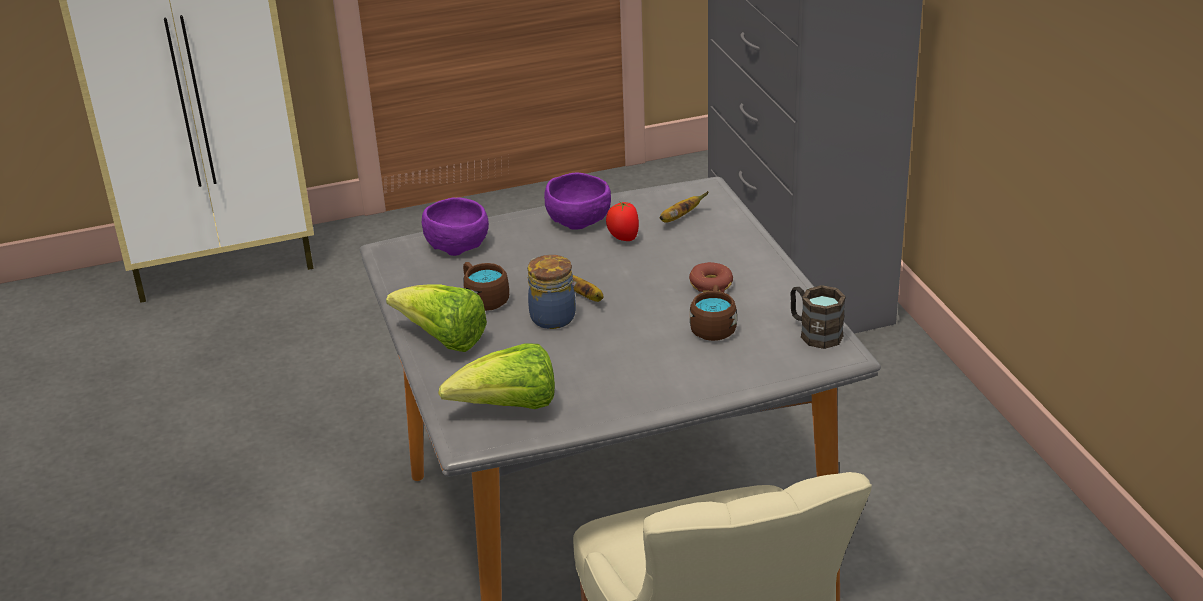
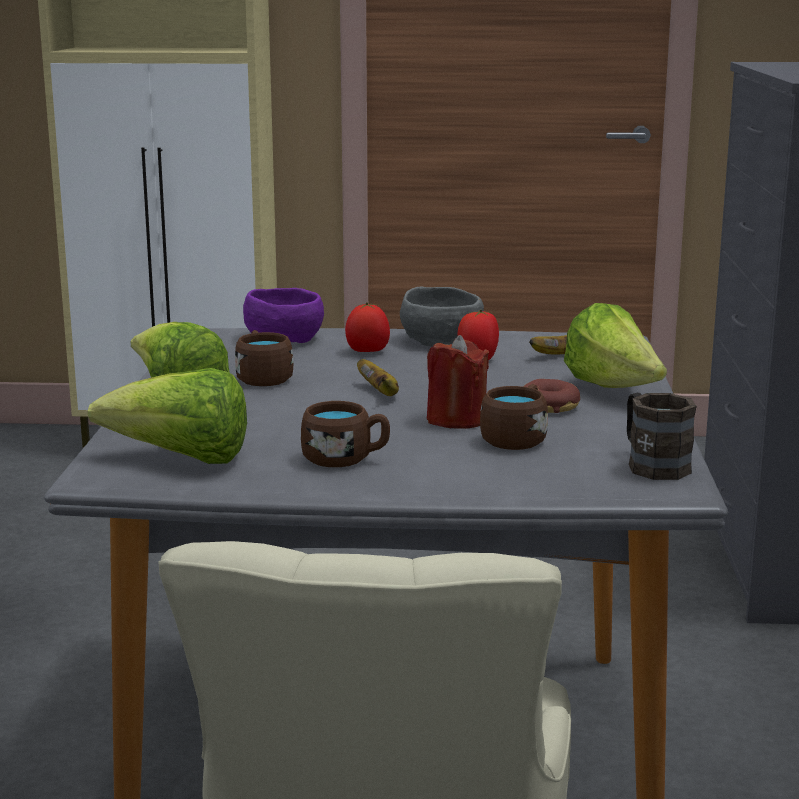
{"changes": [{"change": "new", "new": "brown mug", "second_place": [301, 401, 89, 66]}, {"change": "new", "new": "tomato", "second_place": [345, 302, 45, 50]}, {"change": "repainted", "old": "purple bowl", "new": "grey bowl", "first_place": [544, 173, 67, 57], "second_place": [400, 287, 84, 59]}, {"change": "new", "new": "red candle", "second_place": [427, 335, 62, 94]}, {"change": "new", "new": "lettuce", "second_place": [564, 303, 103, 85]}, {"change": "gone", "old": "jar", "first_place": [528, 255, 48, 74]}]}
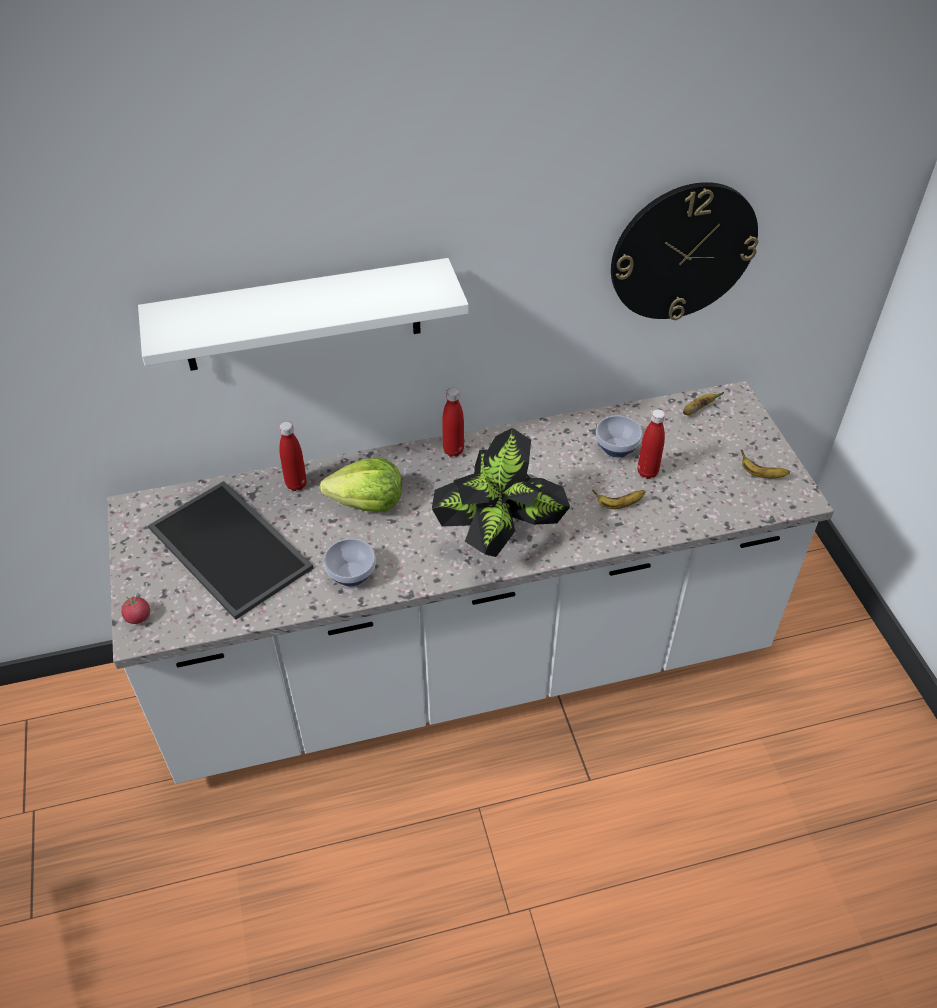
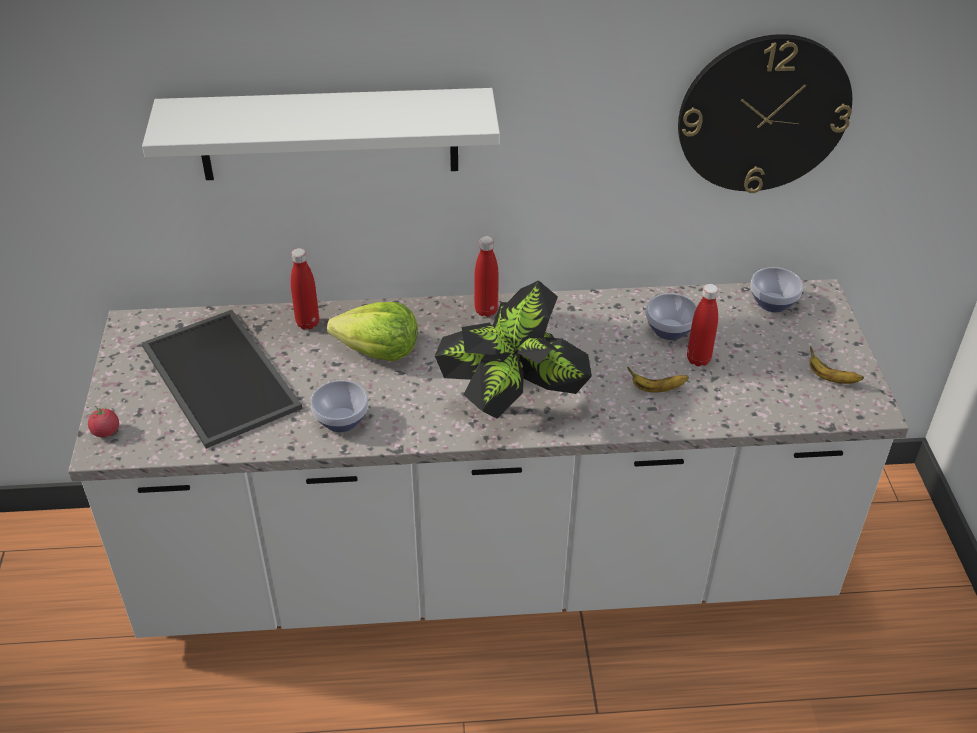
{"changes": [{"change": "swapped", "old": "banana", "new": "bowl", "first_place": [683, 392, 41, 23], "second_place": [751, 267, 52, 45]}]}
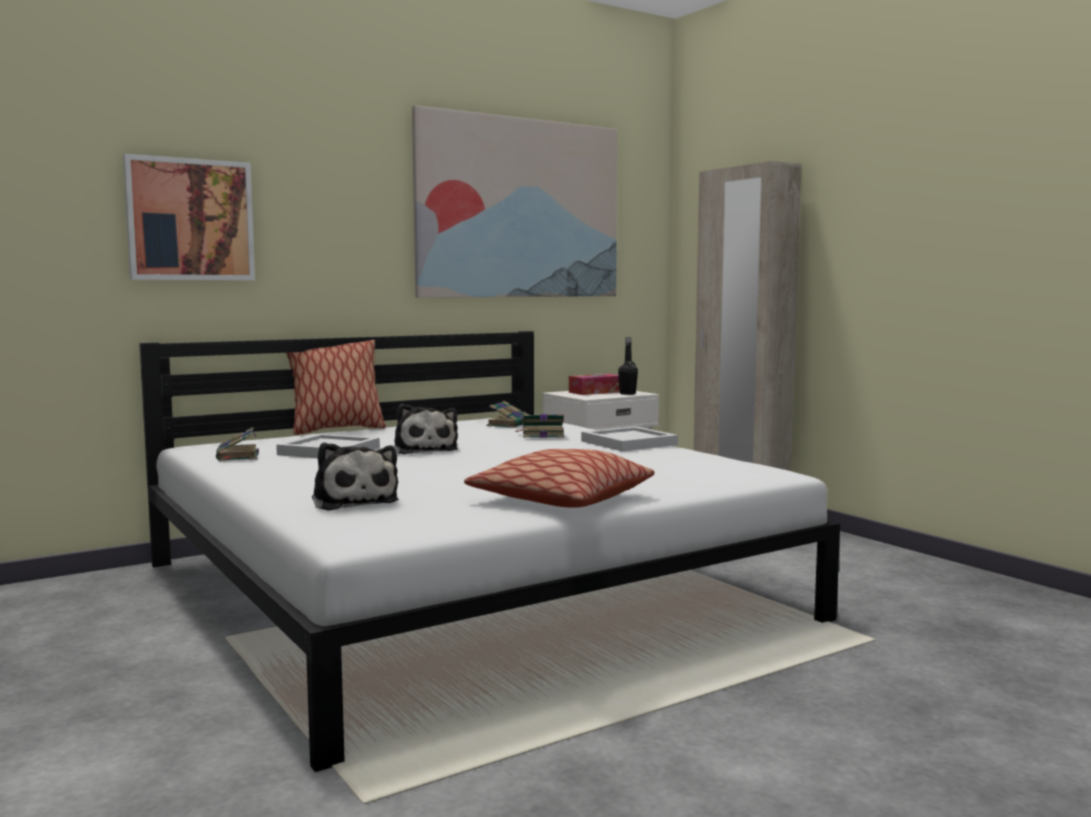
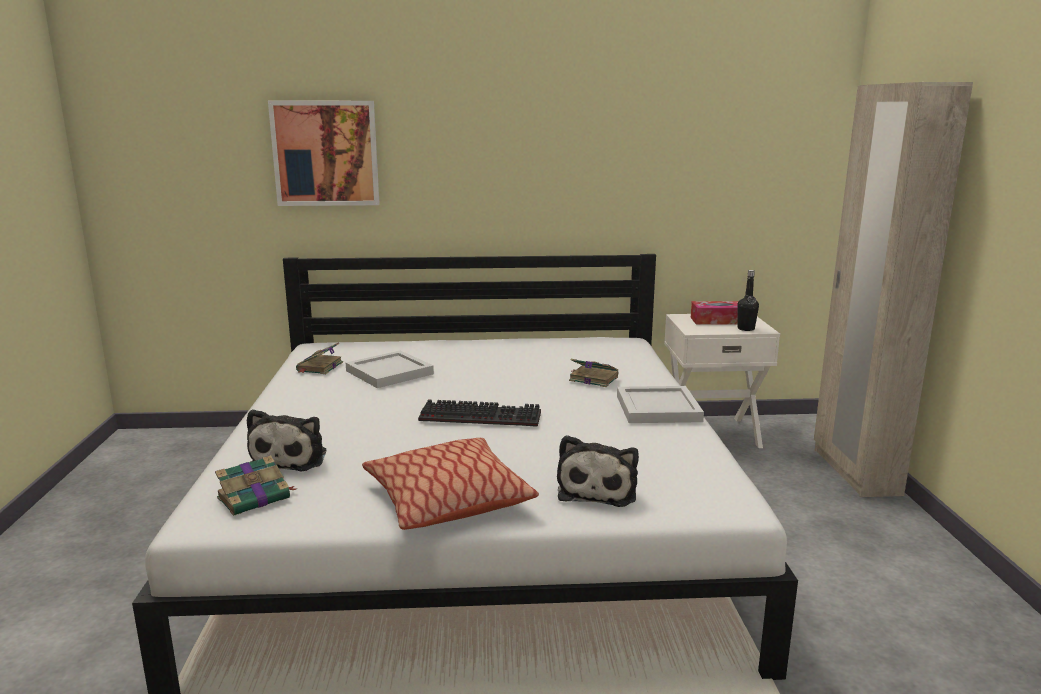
{"changes": [{"change": "shifted", "old": "book", "first_place": [486, 401, 41, 27], "second_place": [215, 455, 81, 61]}, {"change": "new", "new": "keyboard", "second_place": [418, 399, 123, 28]}, {"change": "shifted", "old": "plush toy", "first_place": [394, 404, 64, 50], "second_place": [557, 435, 82, 72]}, {"change": "gone", "old": "pillow", "first_place": [286, 340, 100, 95]}, {"change": "gone", "old": "picture", "first_place": [412, 105, 206, 192]}]}
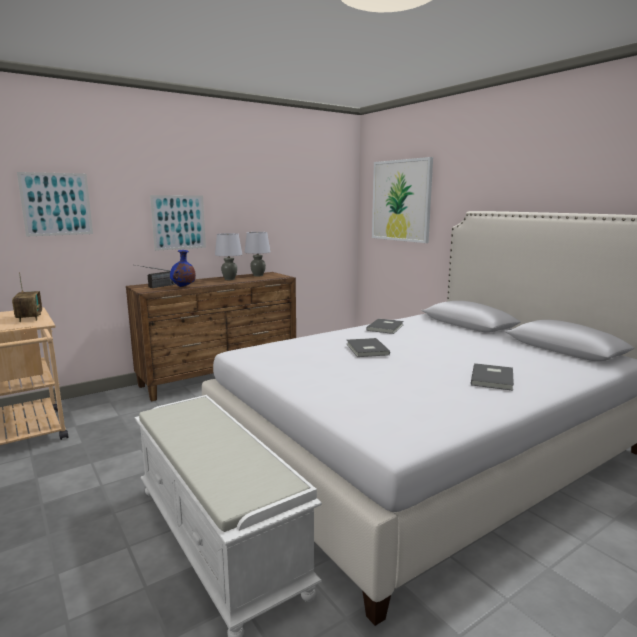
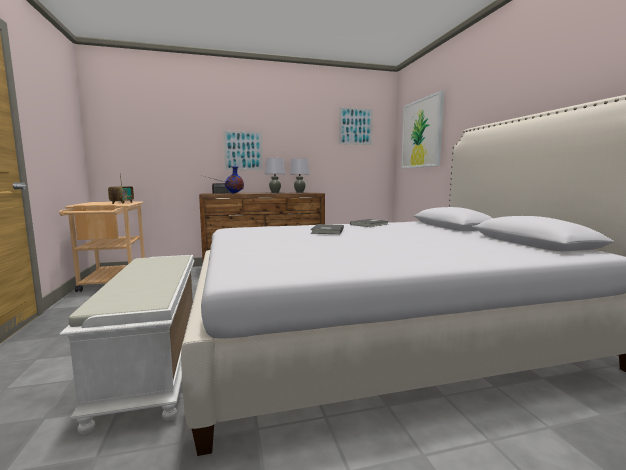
{"changes": [{"change": "shifted", "old": "picture", "first_place": [17, 172, 76, 65], "second_place": [339, 107, 34, 38]}, {"change": "gone", "old": "grey book", "first_place": [471, 363, 43, 28]}]}
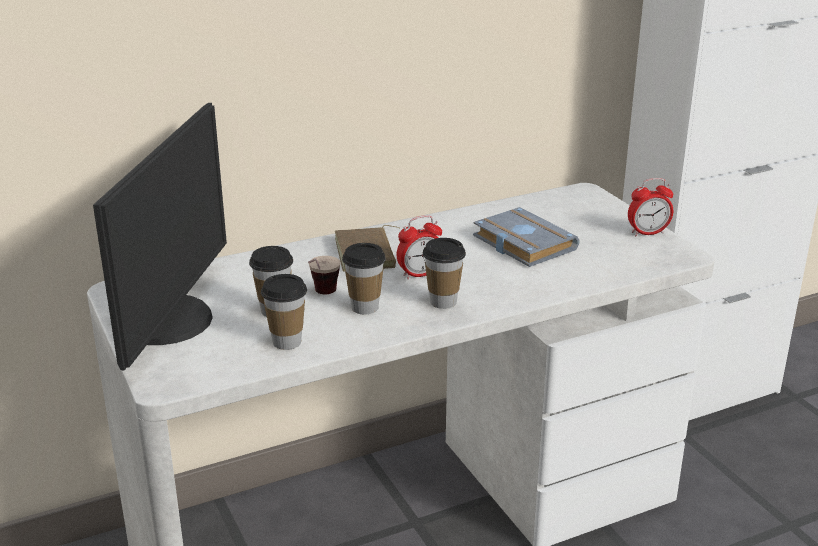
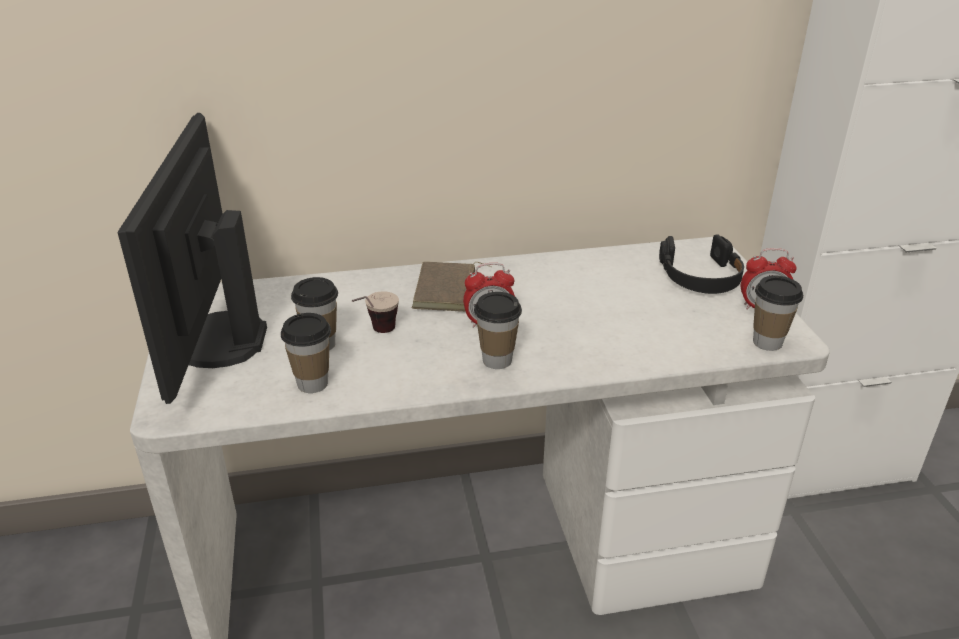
{"changes": [{"change": "rotated", "old": "monitor", "first_place": [93, 103, 134, 267], "second_place": [118, 113, 149, 291], "degrees": 150}, {"change": "new", "new": "black headphones", "second_place": [659, 234, 85, 60]}, {"change": "shifted", "old": "cup", "first_place": [342, 243, 44, 71], "second_place": [753, 276, 50, 75]}, {"change": "gone", "old": "grey book", "first_place": [473, 207, 107, 60]}]}
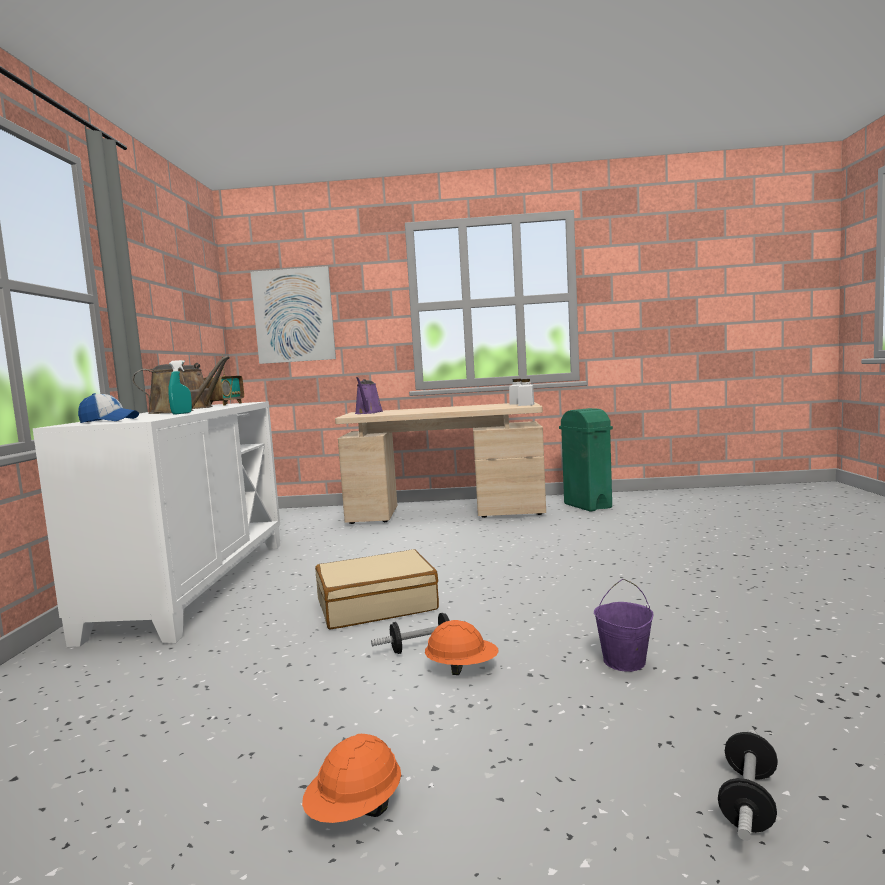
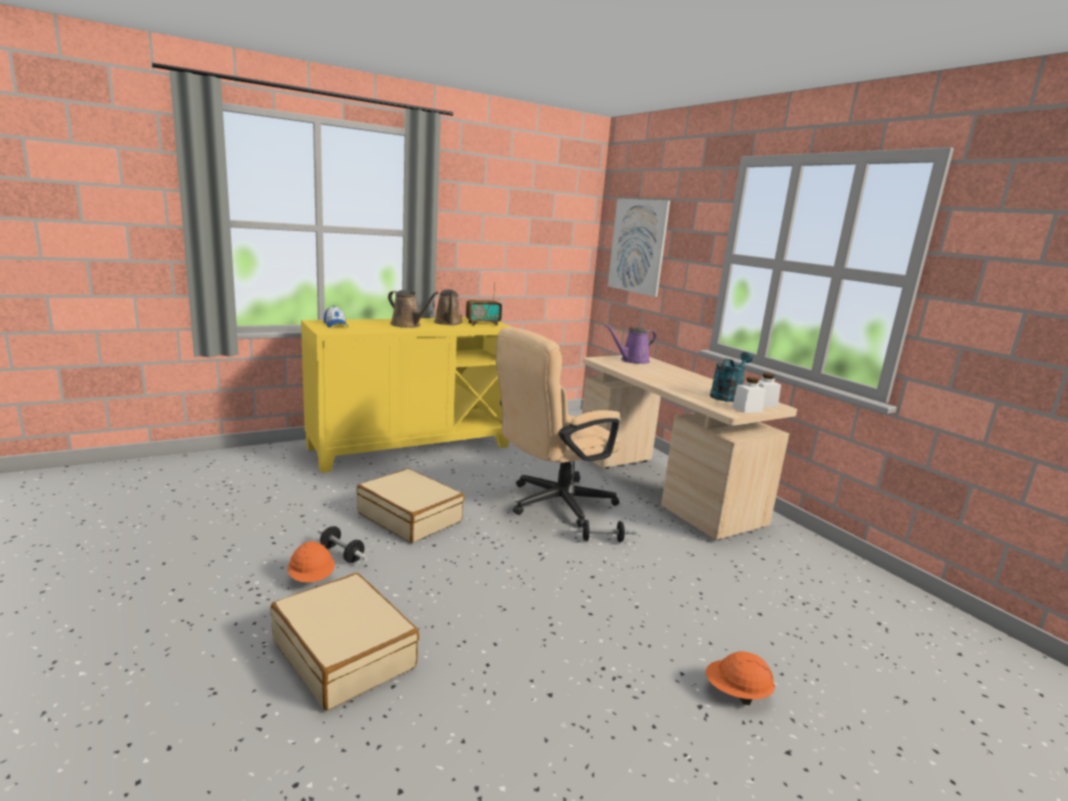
{"changes": [{"change": "swapped", "old": "purple bucket", "new": "beige suitcase", "first_place": [594, 579, 59, 93], "second_place": [270, 573, 149, 137]}, {"change": "repainted", "old": "white cabinet", "new": "yellow cabinet", "first_place": [33, 401, 247, 246], "second_place": [301, 318, 213, 155]}, {"change": "new", "new": "beige office chair", "second_place": [496, 327, 124, 200]}, {"change": "shifted", "old": "dumbbell", "first_place": [718, 730, 60, 111], "second_place": [569, 520, 68, 22]}, {"change": "shifted", "old": "orange hard hat", "first_place": [302, 734, 99, 89], "second_place": [706, 651, 69, 54]}, {"change": "new", "new": "turquoise watering can", "second_place": [710, 352, 43, 50]}, {"change": "gone", "old": "turquoise spray bottle", "first_place": [168, 360, 24, 54]}, {"change": "gone", "old": "green trash can", "first_place": [559, 408, 54, 104]}]}
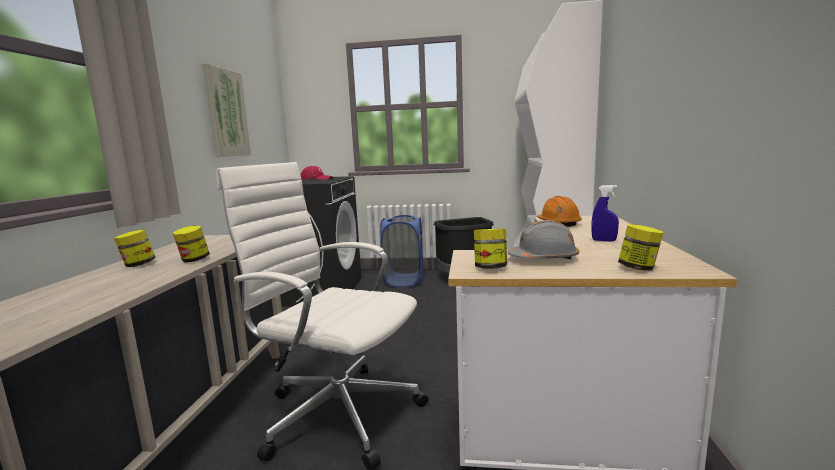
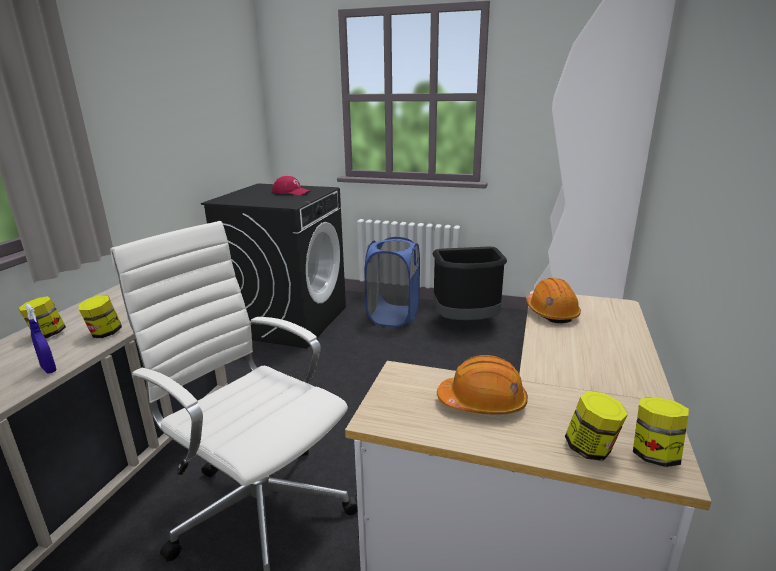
{"changes": [{"change": "shifted", "old": "blue spray bottle", "first_place": [591, 185, 28, 57], "second_place": [25, 304, 32, 70]}, {"change": "repainted", "old": "grey hard hat", "new": "orange hard hat", "first_place": [507, 220, 72, 39], "second_place": [437, 355, 91, 60]}, {"change": "shifted", "old": "jar", "first_place": [474, 229, 33, 40], "second_place": [633, 397, 56, 70]}, {"change": "gone", "old": "picture", "first_place": [202, 63, 49, 94]}]}
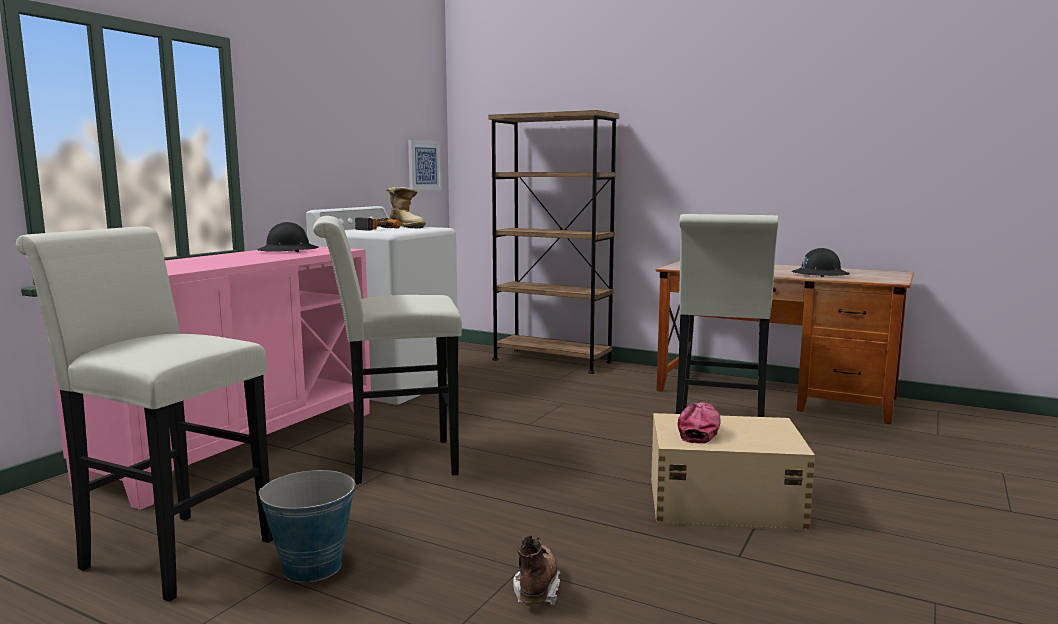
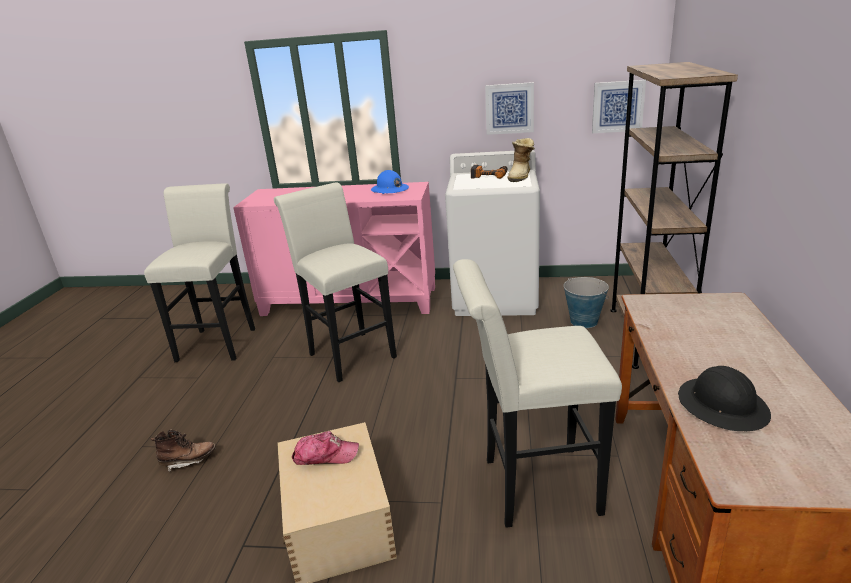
{"changes": [{"change": "repainted", "old": "black hard hat", "new": "blue hard hat", "first_place": [257, 222, 62, 30], "second_place": [371, 170, 38, 24]}, {"change": "new", "new": "picture", "second_place": [485, 82, 49, 53]}, {"change": "shifted", "old": "bucket", "first_place": [258, 470, 98, 112], "second_place": [564, 277, 45, 51]}]}
